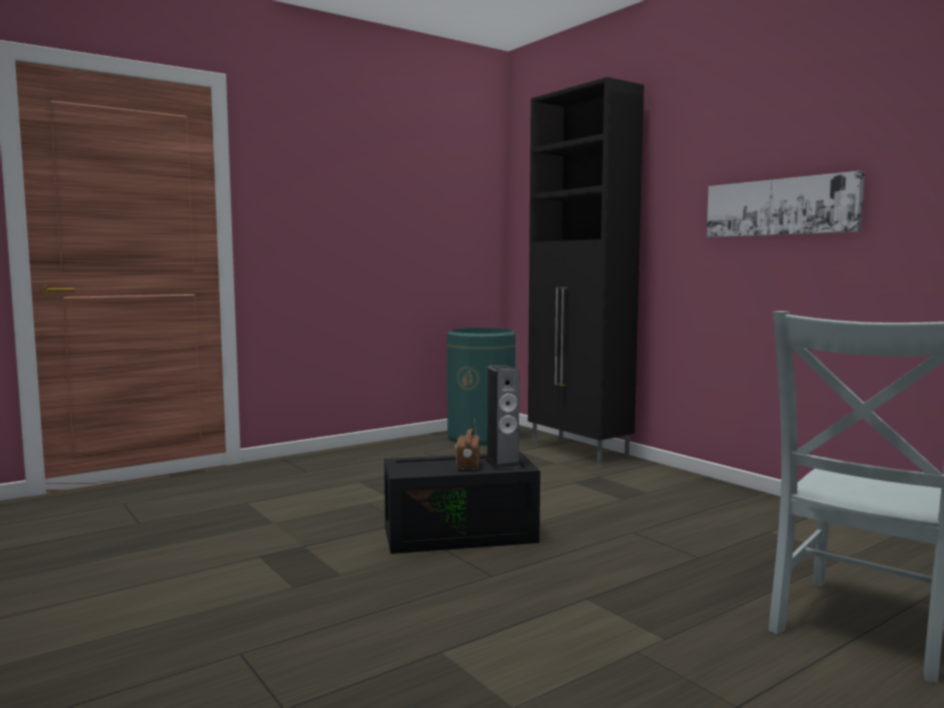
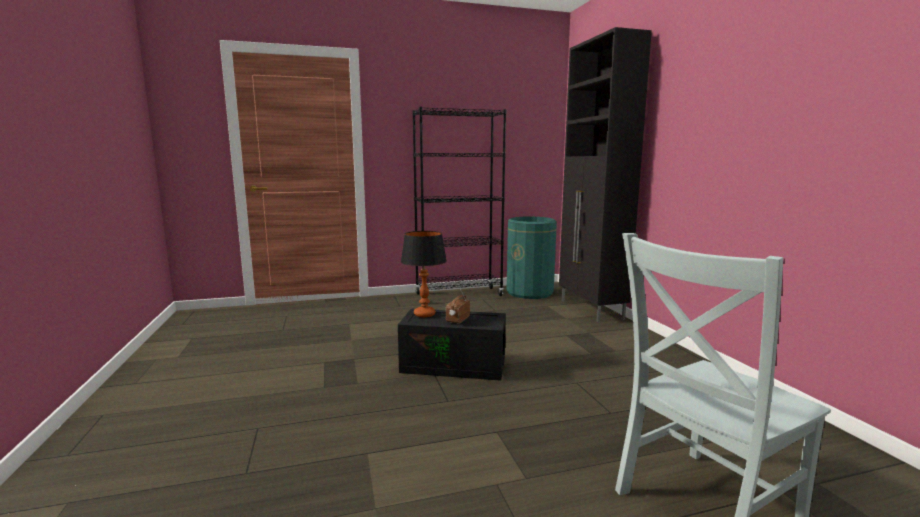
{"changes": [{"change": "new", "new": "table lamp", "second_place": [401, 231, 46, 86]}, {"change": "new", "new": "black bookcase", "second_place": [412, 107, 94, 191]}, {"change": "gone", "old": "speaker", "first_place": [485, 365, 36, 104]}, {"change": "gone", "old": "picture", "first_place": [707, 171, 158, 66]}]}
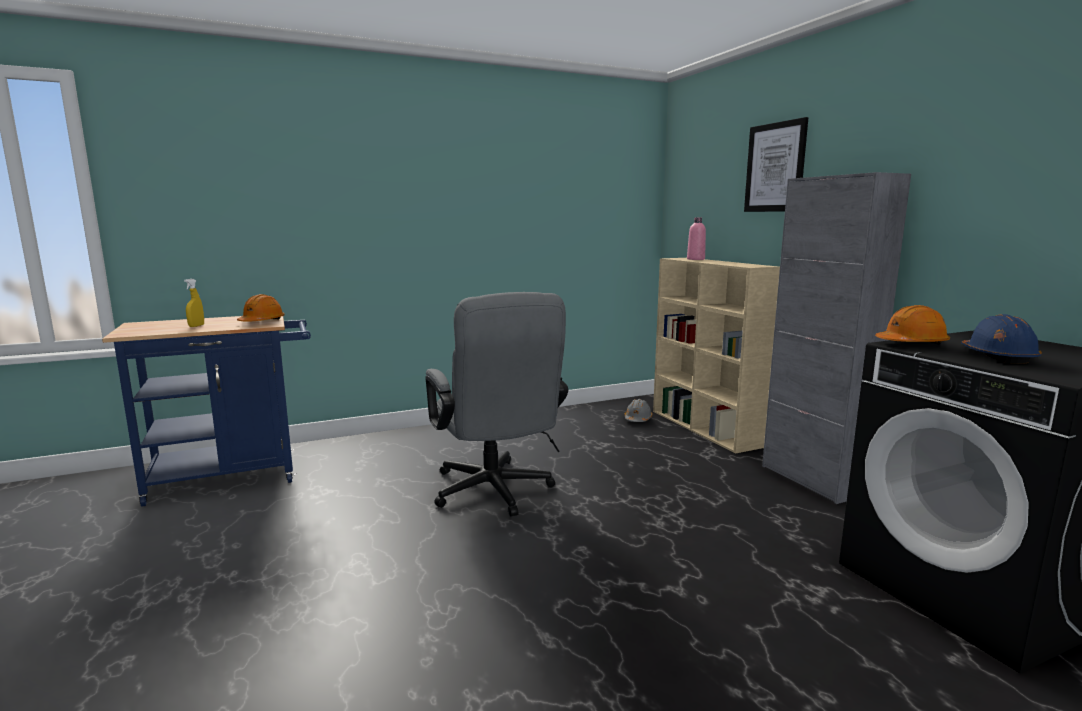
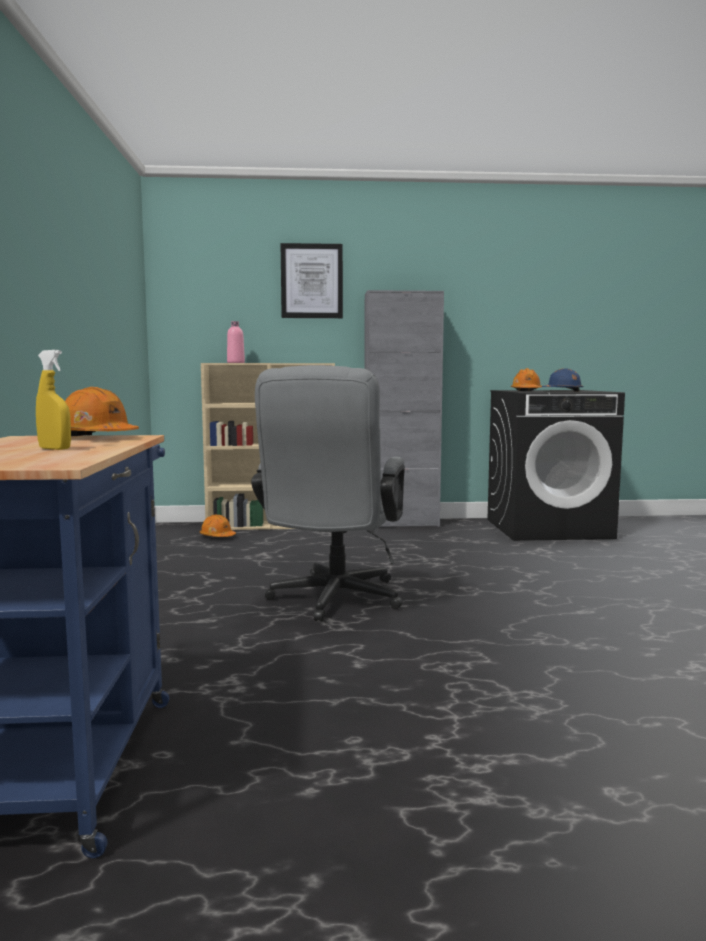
{"changes": [{"change": "repainted", "old": "grey hard hat", "new": "orange hard hat", "first_place": [625, 399, 27, 23], "second_place": [200, 515, 36, 22]}, {"change": "rotated", "old": "grey office chair", "first_place": [425, 292, 143, 225], "second_place": [251, 365, 154, 257], "degrees": 105}]}
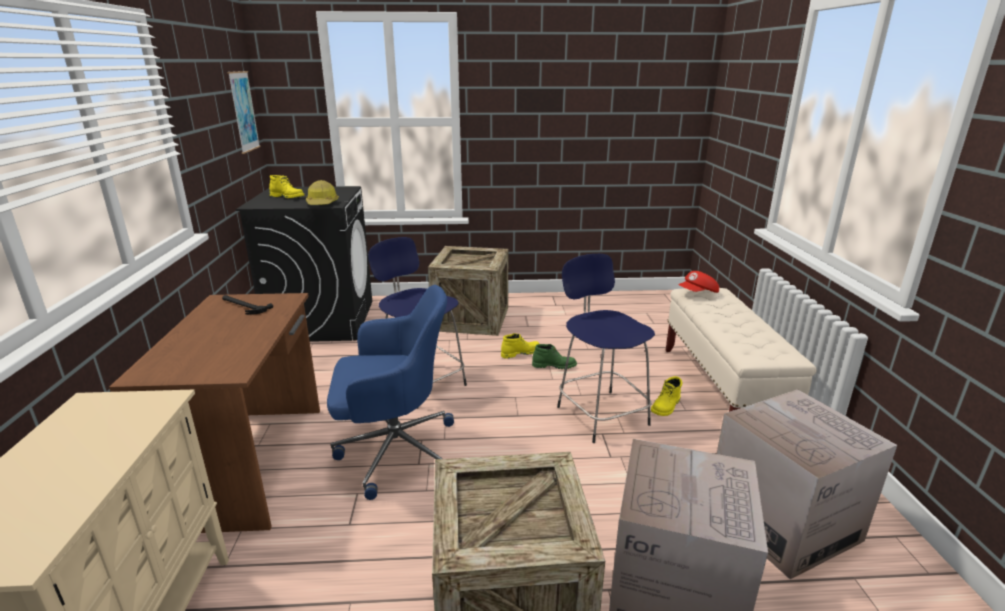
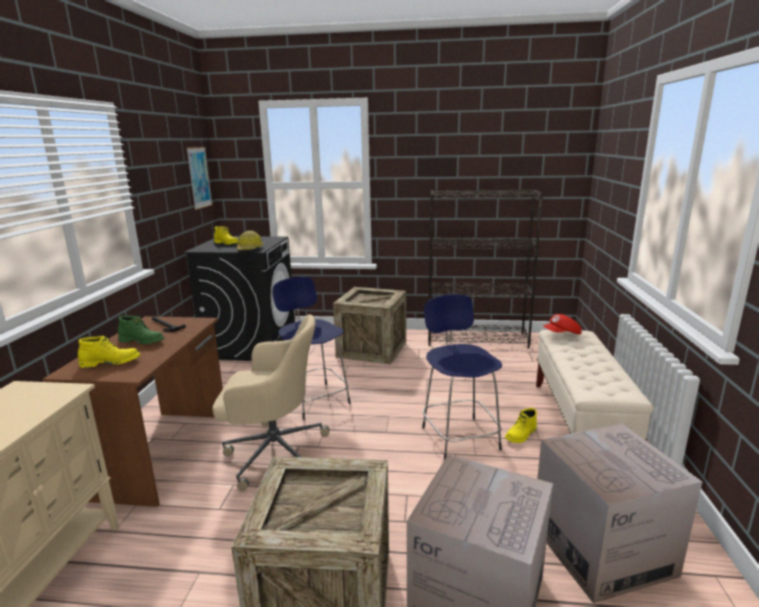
{"changes": [{"change": "shifted", "old": "yellow boot", "first_place": [501, 333, 39, 26], "second_place": [78, 336, 62, 32]}, {"change": "shifted", "old": "green boot", "first_place": [532, 344, 45, 25], "second_place": [118, 315, 46, 29]}, {"change": "repainted", "old": "blue office chair", "new": "beige office chair", "first_place": [327, 285, 127, 215], "second_place": [213, 314, 117, 177]}, {"change": "new", "new": "black bookcase", "second_place": [428, 189, 115, 160]}]}
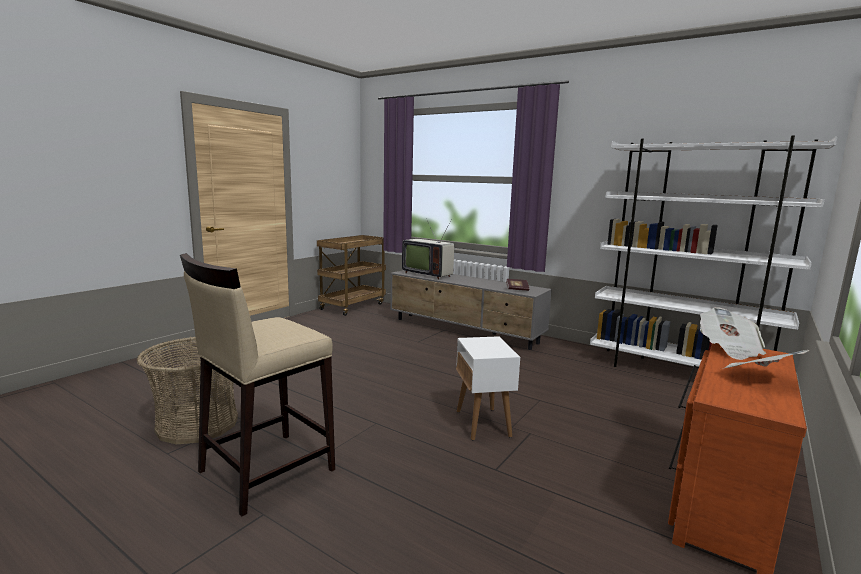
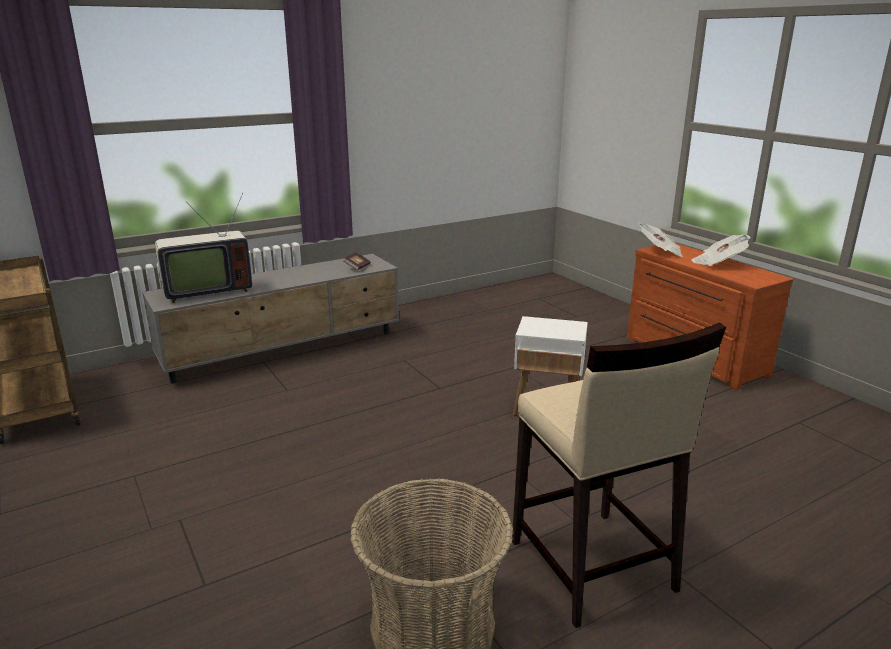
{"changes": [{"change": "gone", "old": "white bookcase", "first_place": [590, 135, 247, 232]}]}
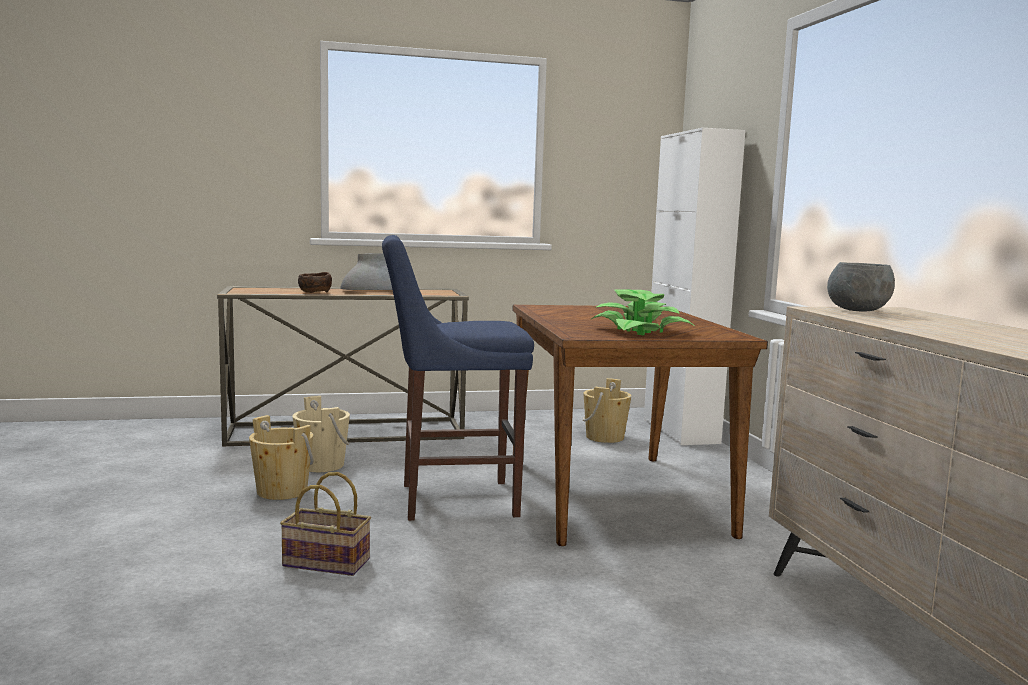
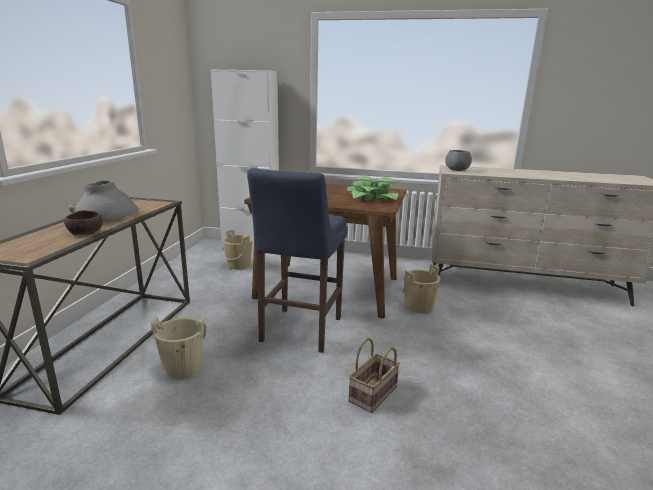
{"changes": [{"change": "shifted", "old": "beige bucket", "first_place": [249, 415, 65, 85], "second_place": [402, 264, 38, 49]}]}
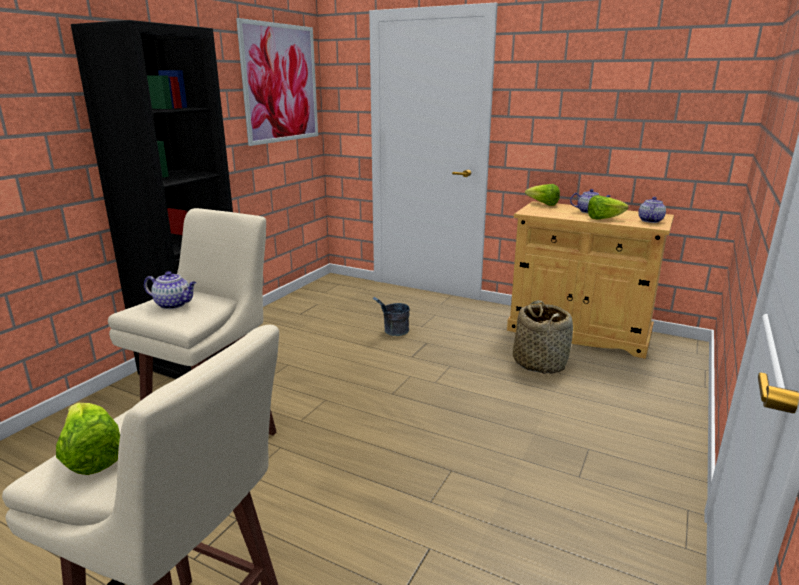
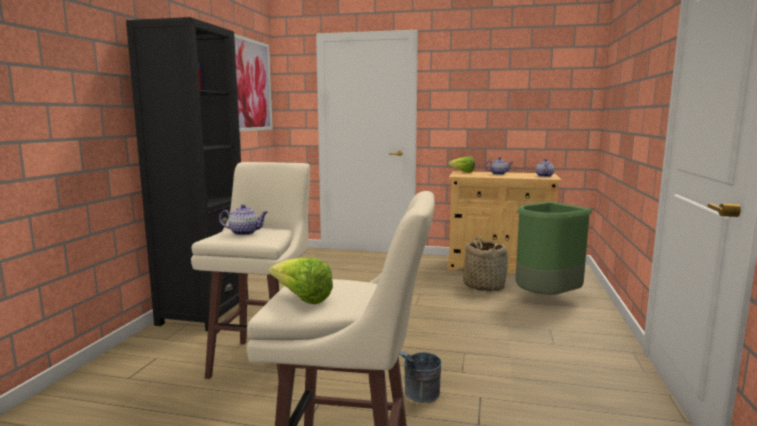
{"changes": [{"change": "shifted", "old": "grey bucket", "first_place": [372, 297, 38, 39], "second_place": [399, 350, 42, 53]}, {"change": "new", "new": "green trash can", "second_place": [515, 202, 77, 93]}, {"change": "gone", "old": "lettuce", "first_place": [588, 195, 41, 25]}]}
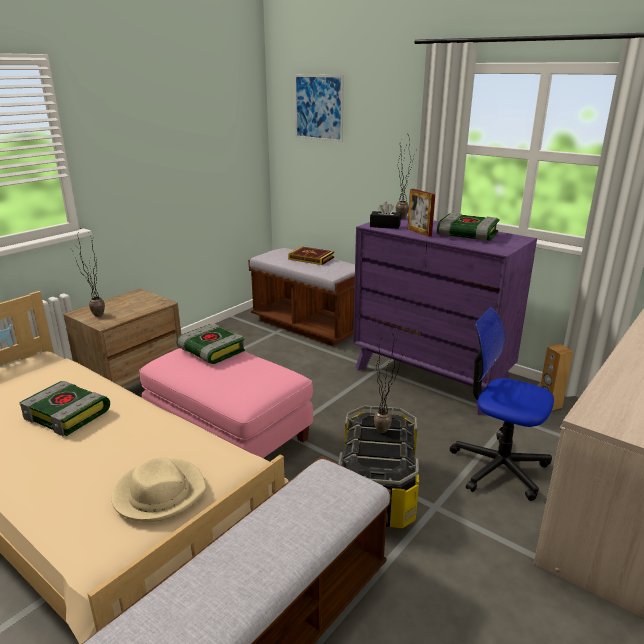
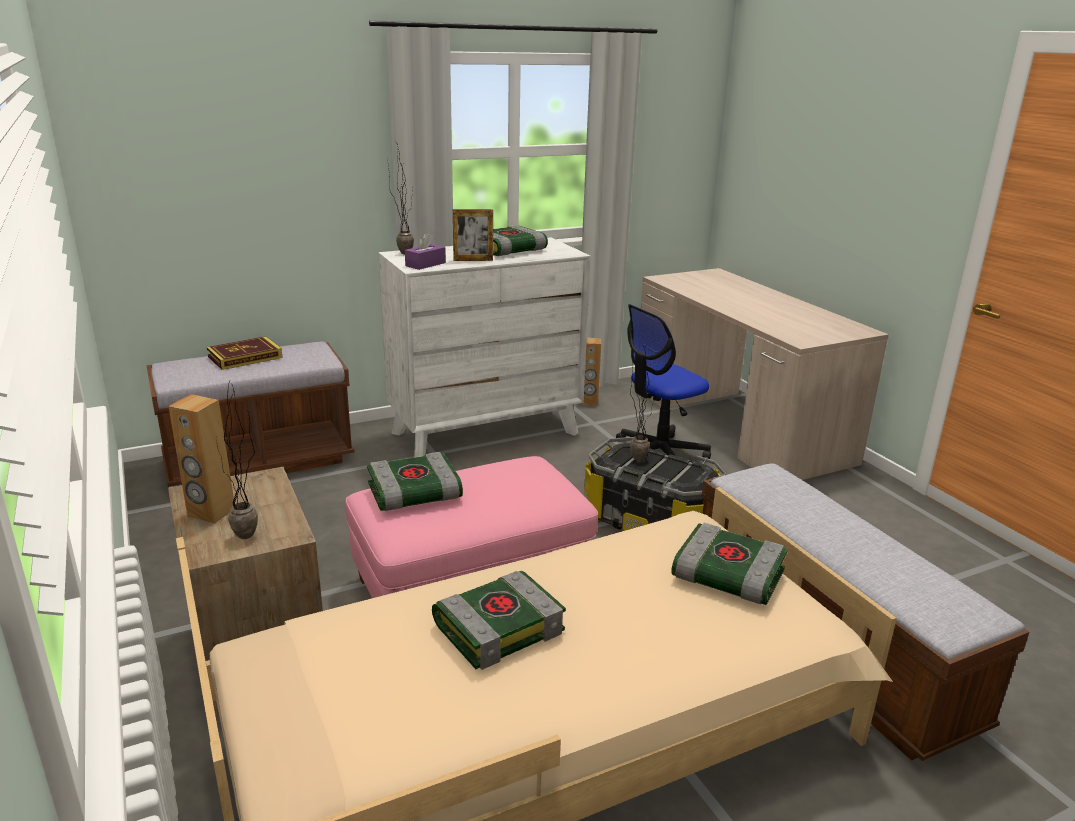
{"changes": [{"change": "new", "new": "brown speaker", "second_place": [168, 394, 66, 130]}, {"change": "repainted", "old": "purple dresser", "new": "white dresser", "first_place": [353, 216, 184, 199], "second_place": [378, 237, 213, 220]}, {"change": "repainted", "old": "black tissue box", "new": "purple tissue box", "first_place": [370, 202, 31, 27], "second_place": [405, 233, 41, 37]}, {"change": "swapped", "old": "beige hat", "new": "book", "first_place": [111, 457, 96, 65], "second_place": [671, 523, 117, 82]}, {"change": "gone", "old": "picture", "first_place": [294, 75, 50, 67]}]}
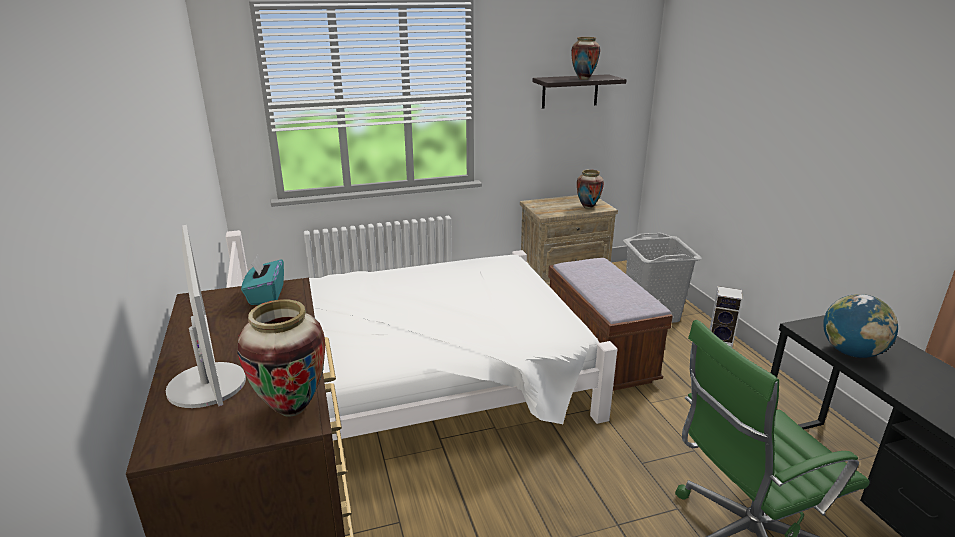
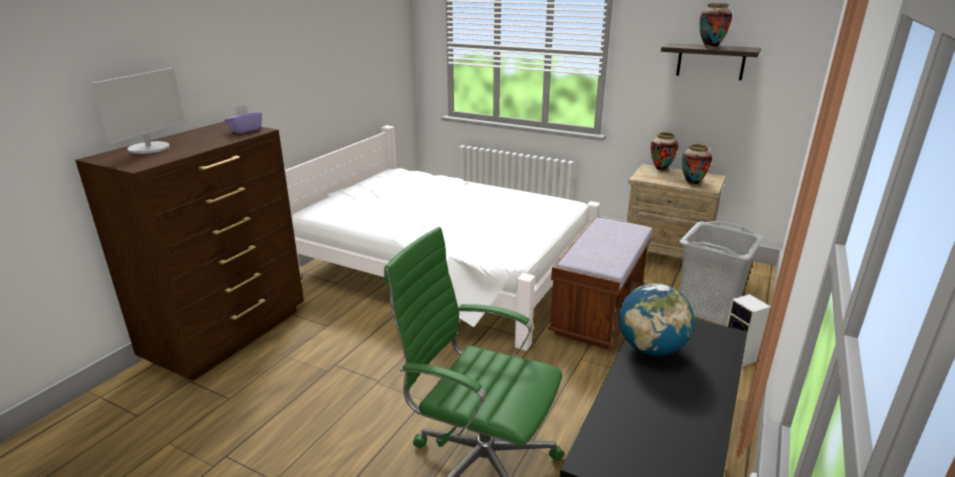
{"changes": [{"change": "repainted", "old": "turquoise tissue box", "new": "purple tissue box", "first_place": [241, 255, 43, 50], "second_place": [225, 105, 37, 29]}, {"change": "shifted", "old": "vase", "first_place": [237, 299, 88, 118], "second_place": [651, 132, 27, 39]}]}
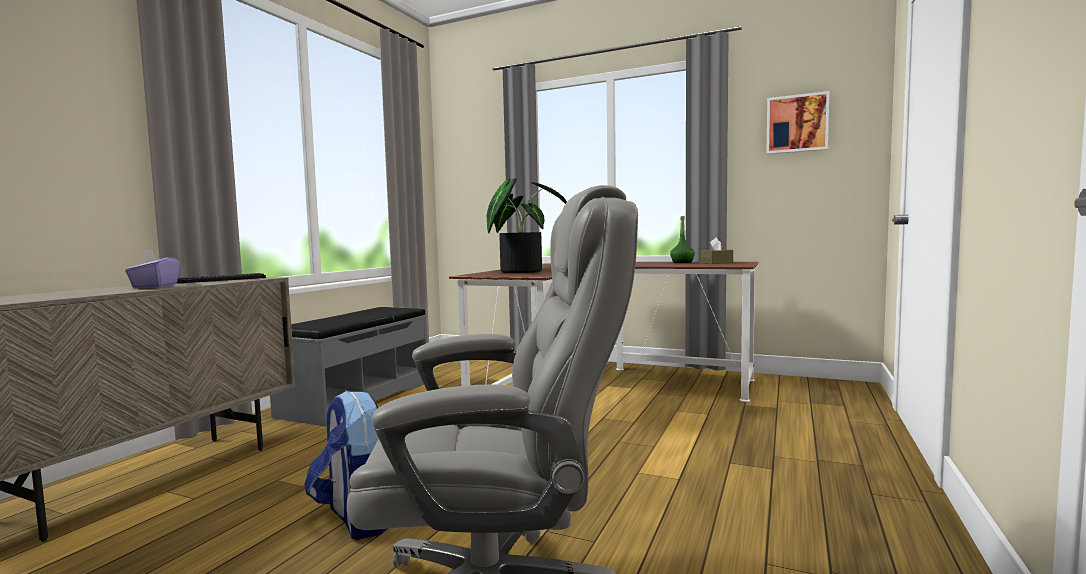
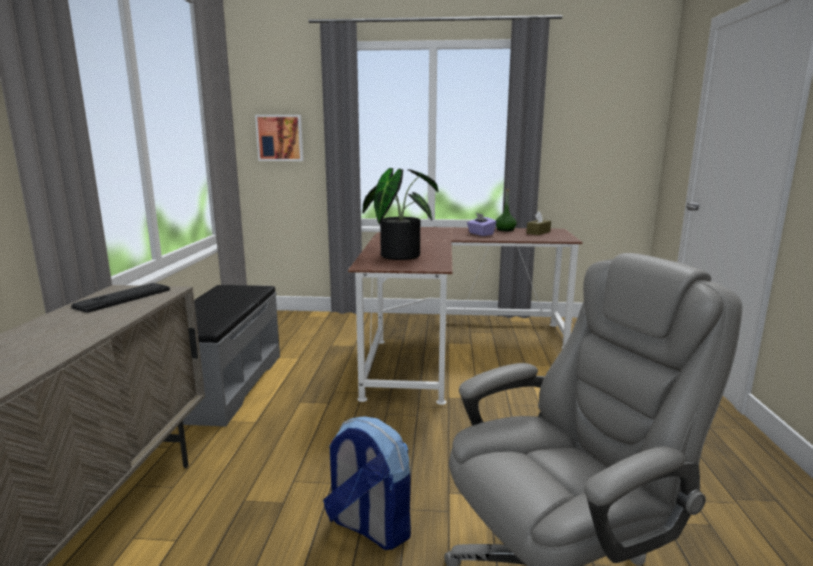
{"changes": [{"change": "shifted", "old": "picture", "first_place": [766, 91, 63, 63], "second_place": [255, 115, 49, 46]}, {"change": "shifted", "old": "purple tissue box", "first_place": [125, 250, 55, 38], "second_place": [467, 213, 30, 23]}]}
